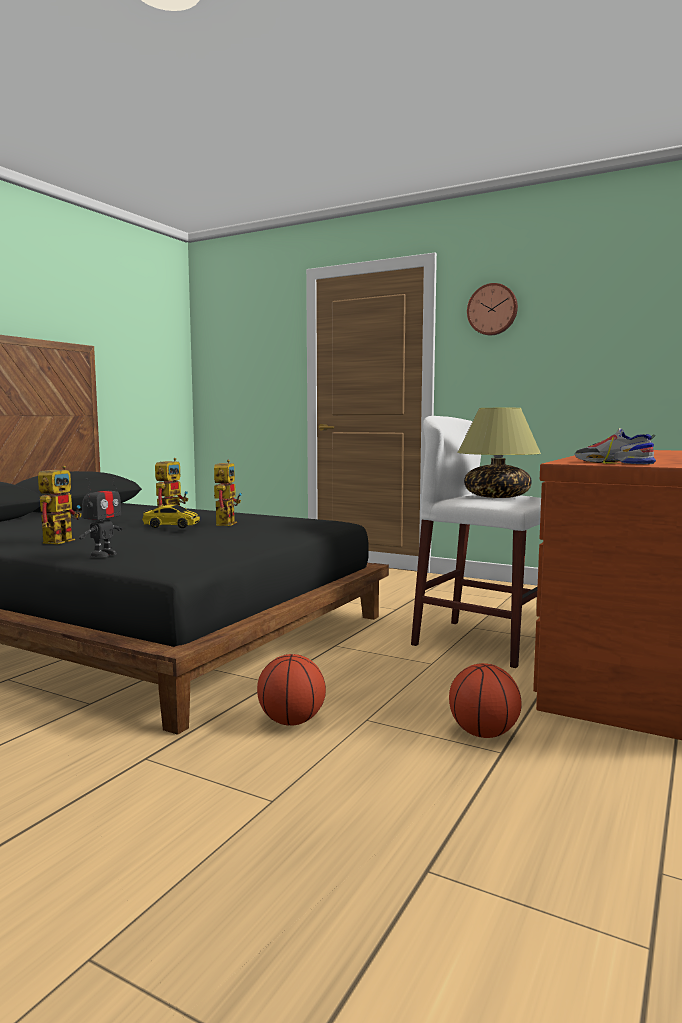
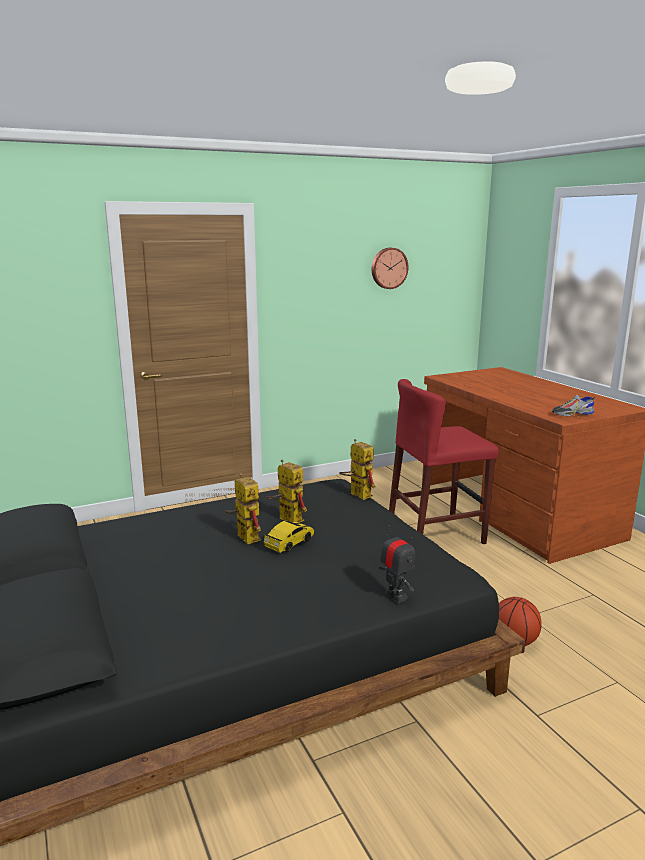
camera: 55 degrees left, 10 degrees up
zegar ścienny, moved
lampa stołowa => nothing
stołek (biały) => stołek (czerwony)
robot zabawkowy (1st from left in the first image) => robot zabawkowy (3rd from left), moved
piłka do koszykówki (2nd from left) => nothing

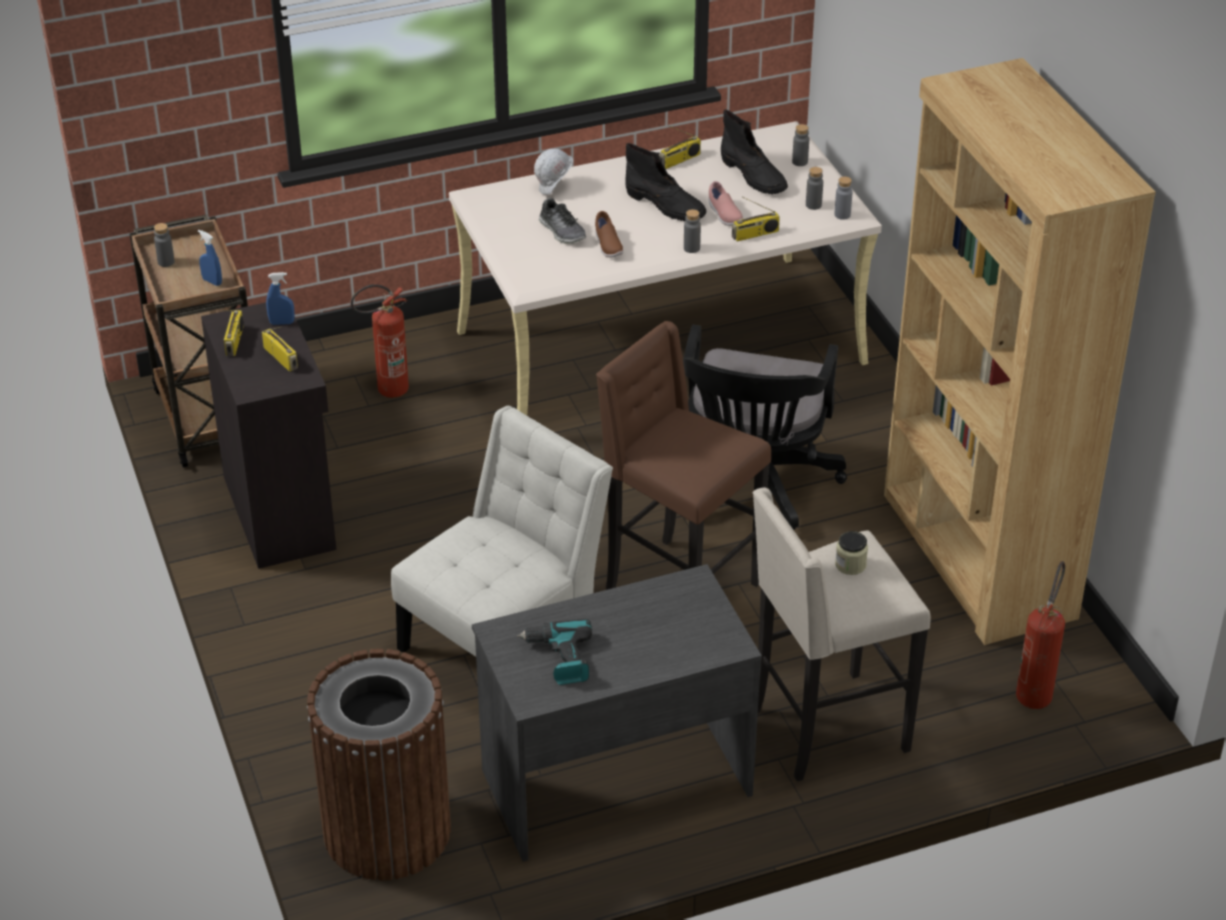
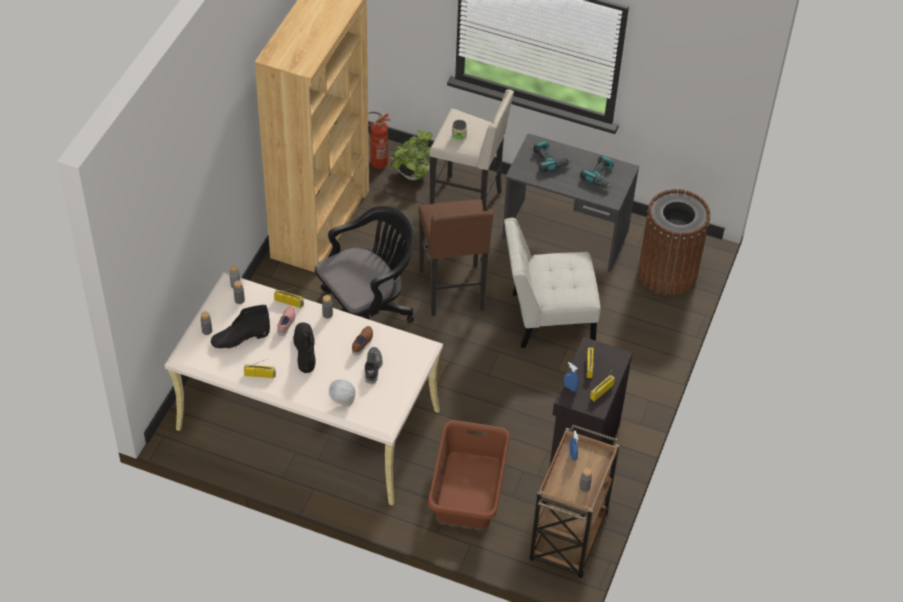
camera: 140 degrees left, 10 degrees up
but z cholewką (czarny) (2nd from left in the first image) => but z cholewką (czarny) (1st from left), 120 degrees counterclockwise
gaśnica (1st from left) => kosz na pranie (brązowy)
nothing => roślina doniczkowa
nothing => wiertarka (1st from left)

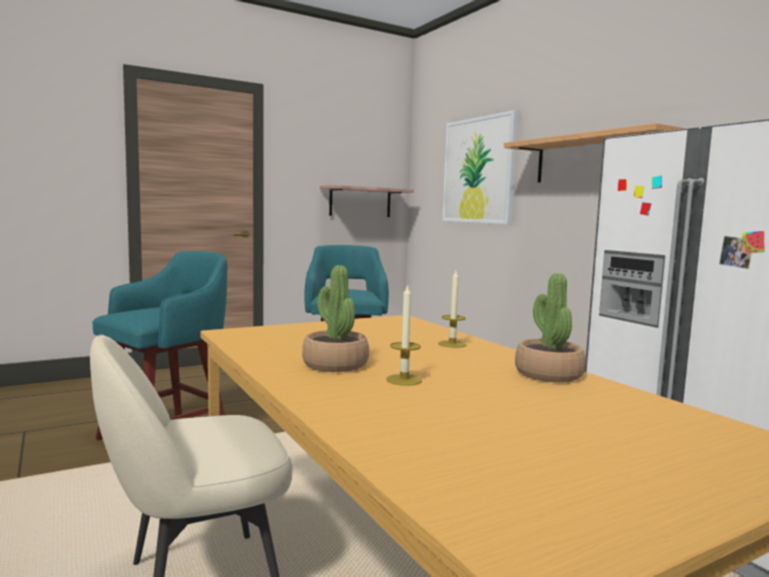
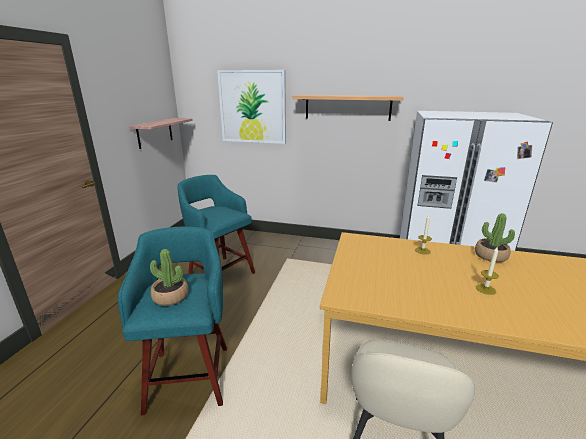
camera: 45 degrees left, 15 degrees up
roślina doniczkowa (1st from left), moved

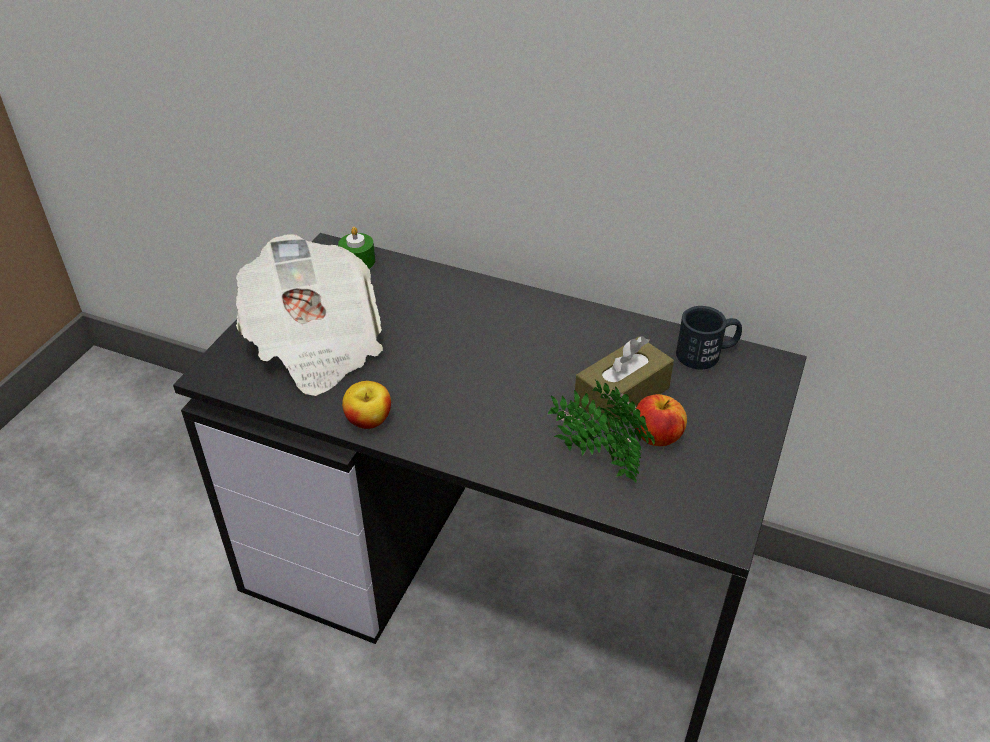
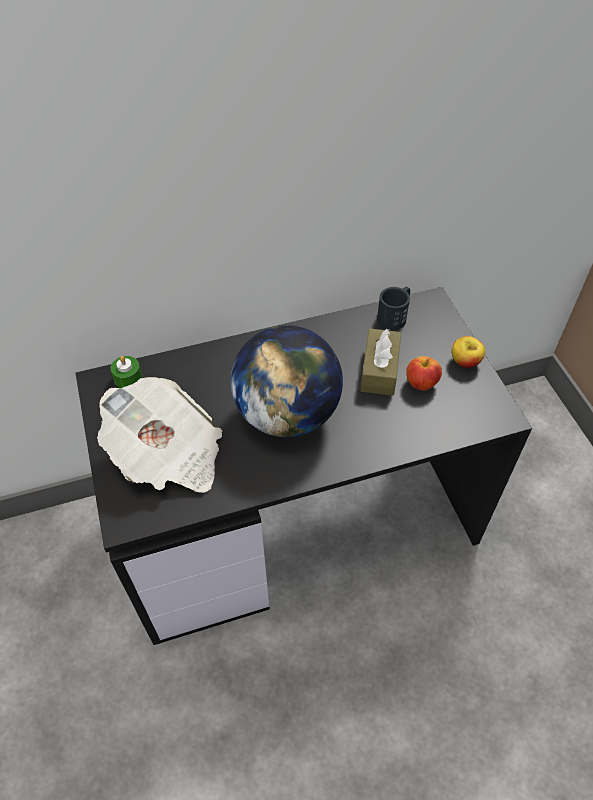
camera: 40 degrees left, 10 degrees up
roślina doniczkowa => nothing
jabłko (1st from left in the first image) => jabłko (2nd from left), moved
nothing => globus

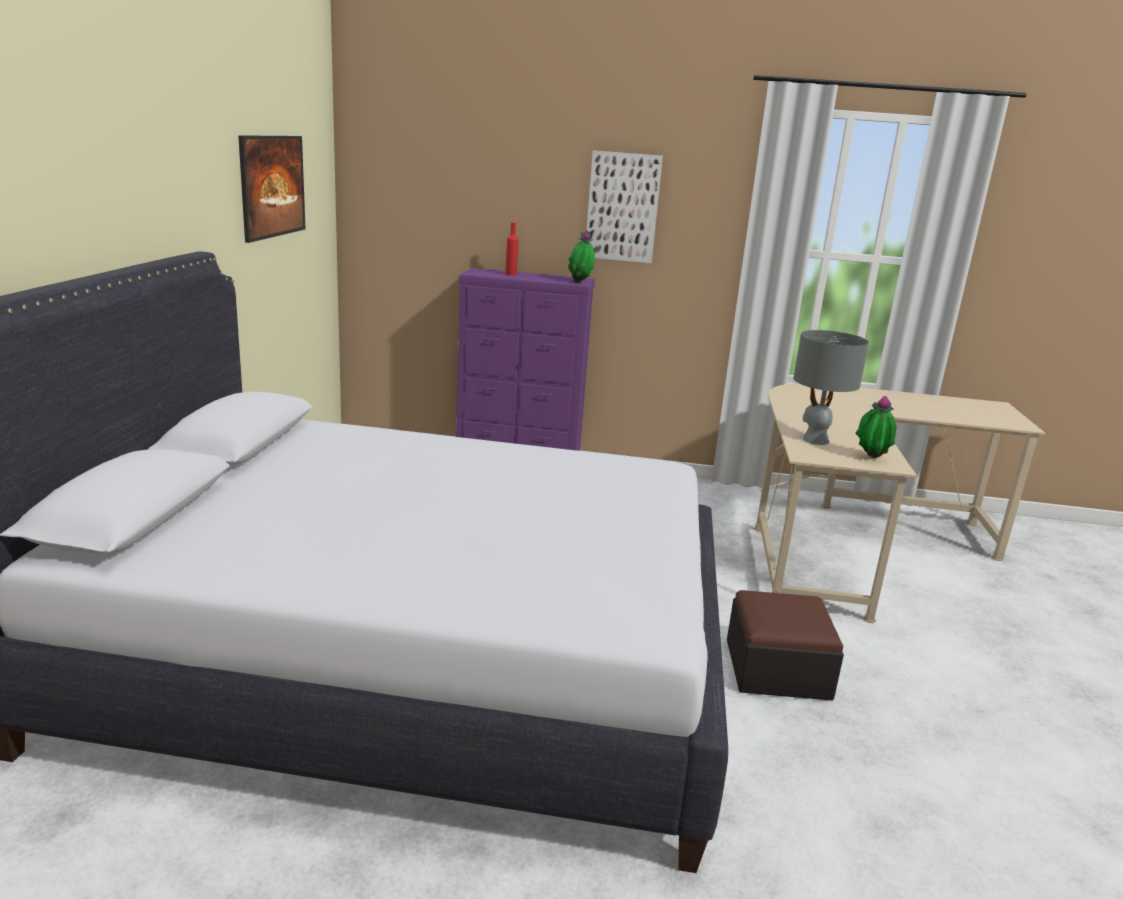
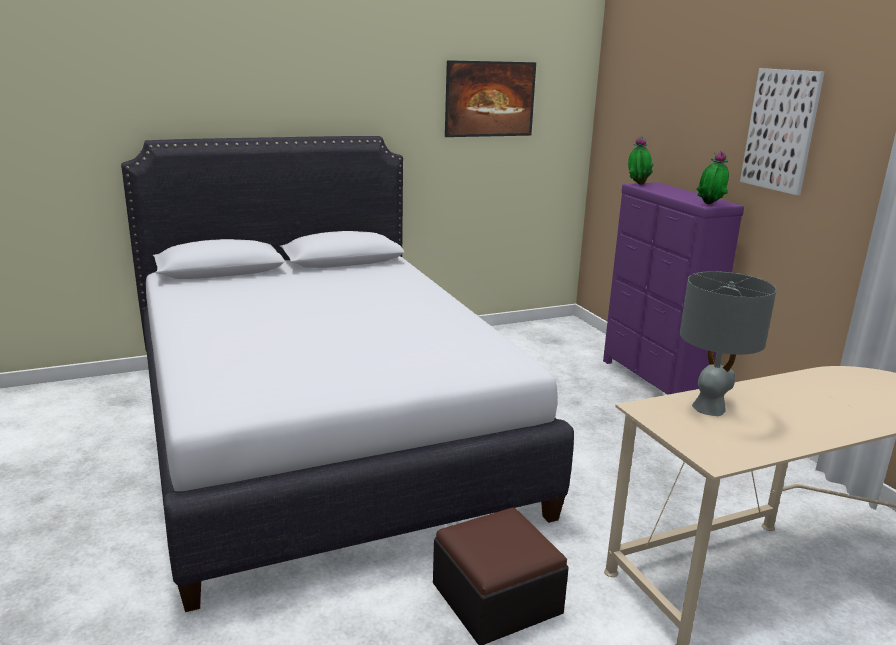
camera: 60 degrees right, 0 degrees up
butelka (czerwony) => nothing
roślina doniczkowa (2nd from left in the first image) => roślina doniczkowa (1st from left), moved

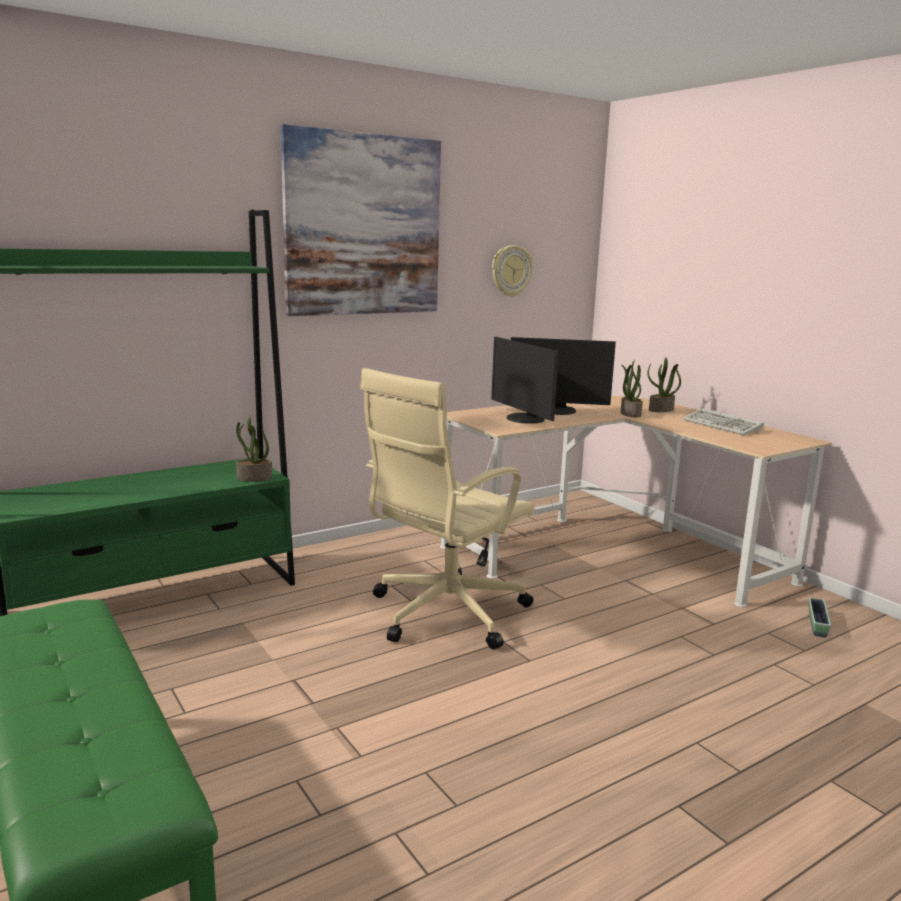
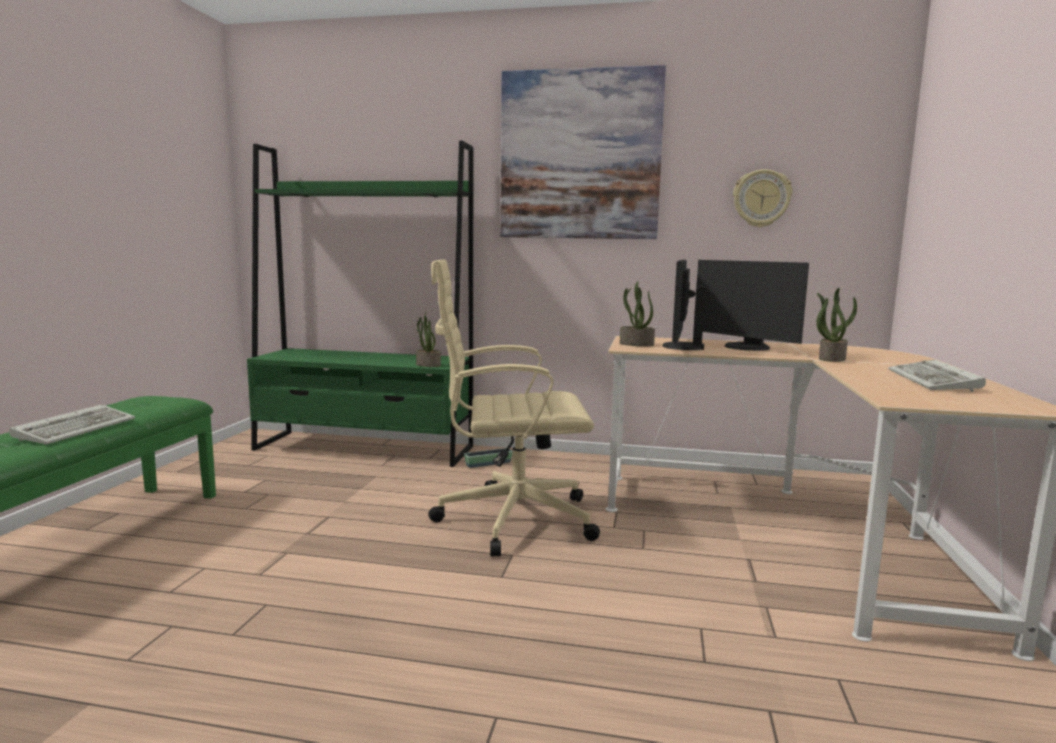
camera: 45 degrees right, 5 degrees down
roślina doniczkowa (3rd from left in the first image) => roślina doniczkowa (2nd from left), moved
donica, moved
nothing => klawiatura (1st from left)

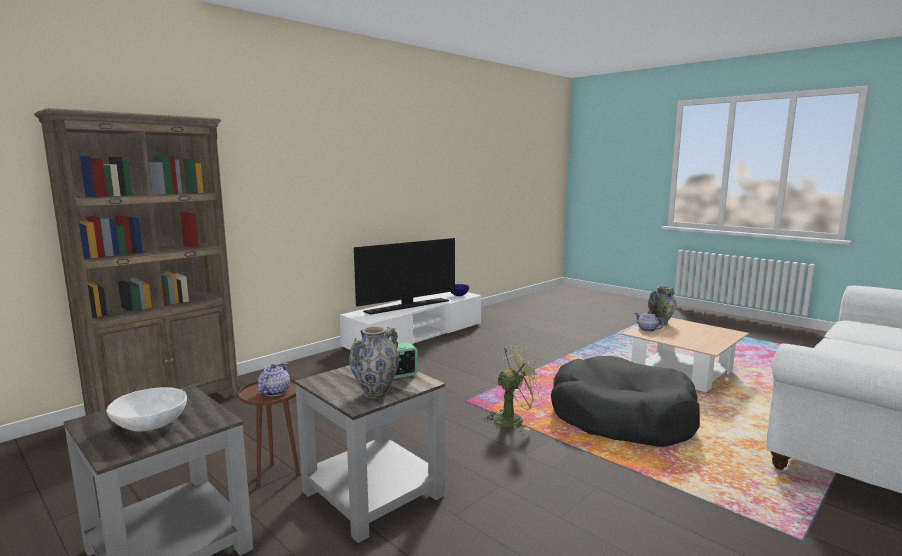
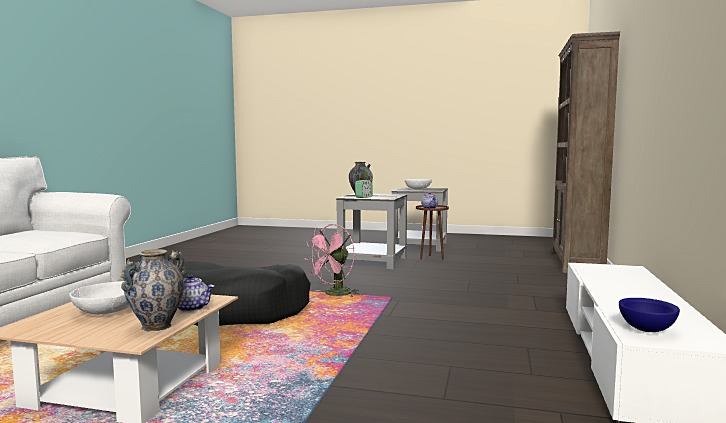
camera: 150 degrees right, 5 degrees down
telewizor => nothing
wentylator (zielony) => wentylator (różowy)
nothing => miska (biały) (1st from left)

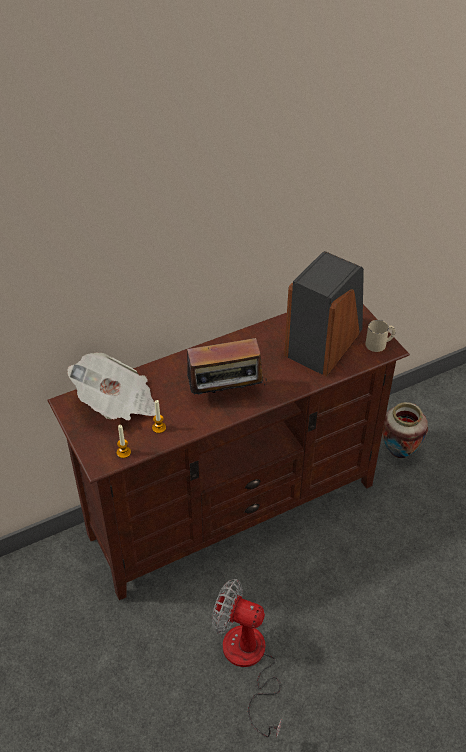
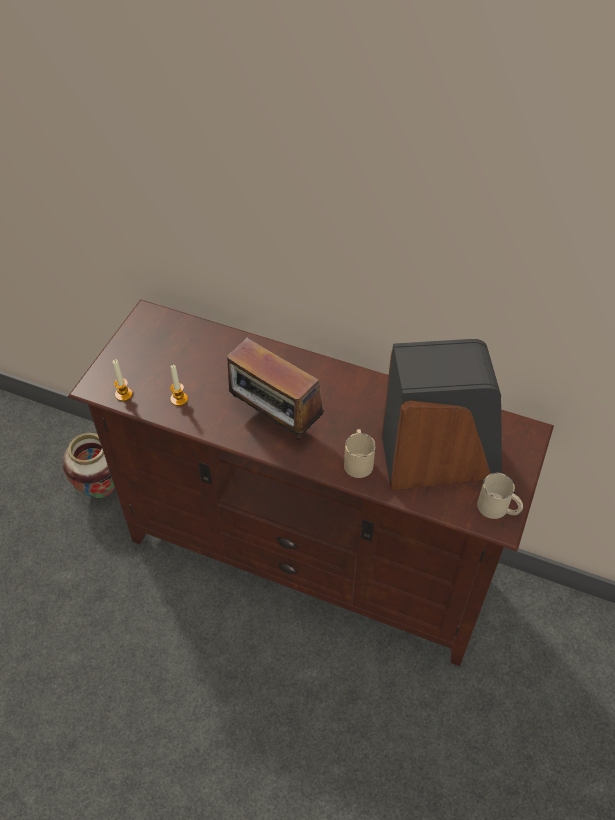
camera: 50 degrees right, 5 degrees up
gazeta => nothing
wazon, moved
wentylator => nothing
nothing => kubek (beżowy) (1st from left)

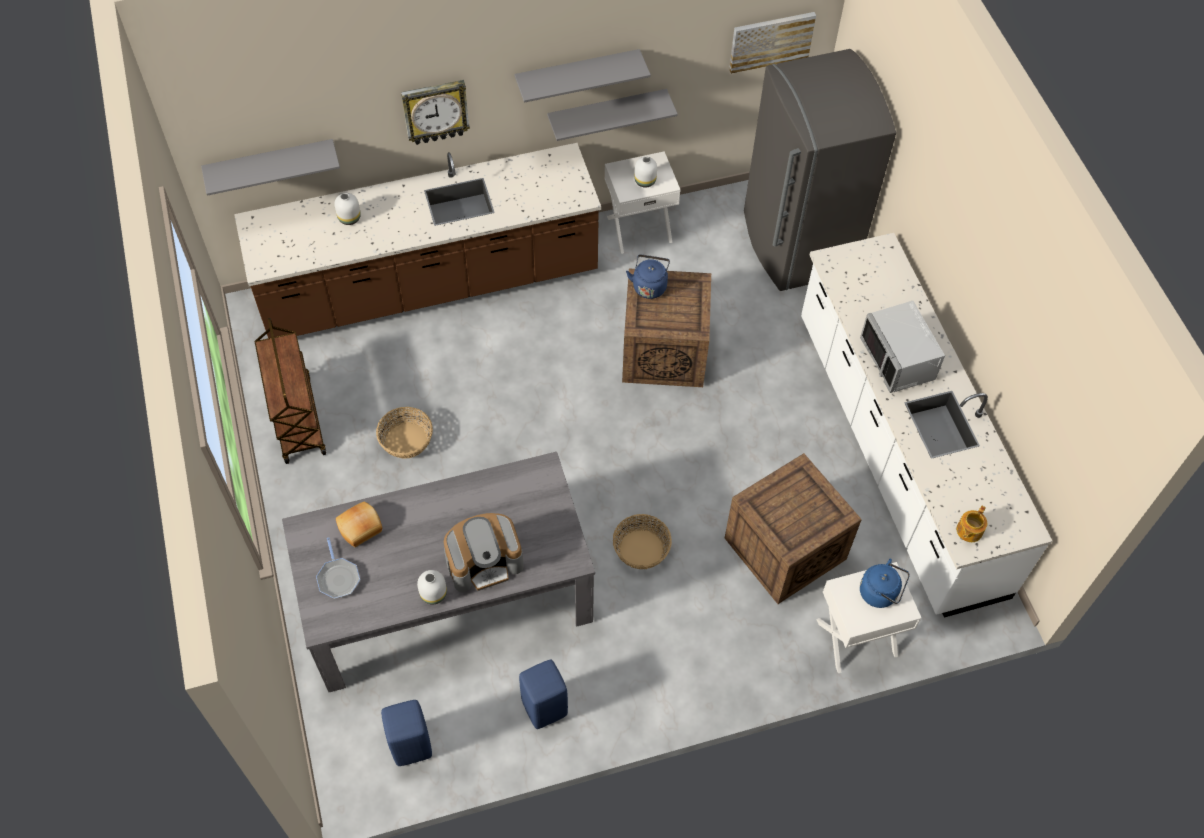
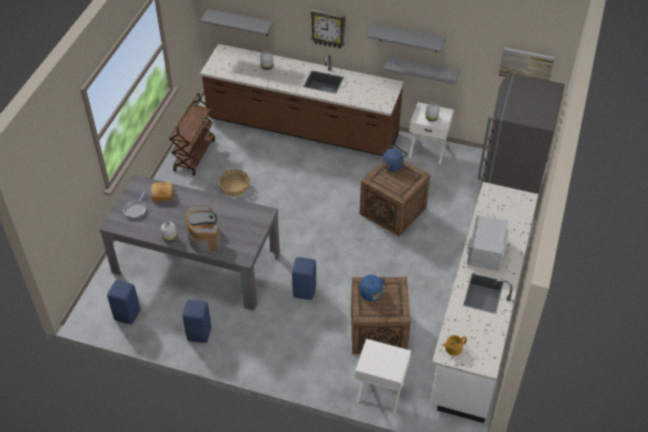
camera: 35 degrees right, 10 degrees down
ekspres do kawy, 120 degrees counterclockwise
koszyk (2nd from left) => stołek (niebieski) (3rd from left)
czajnik (niebieski) (2nd from left in the first image) => czajnik (niebieski) (1st from left), moved

